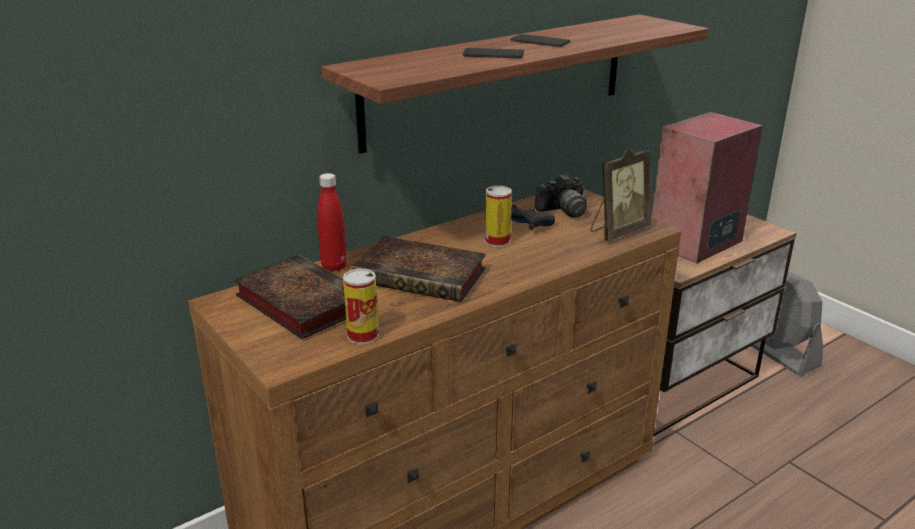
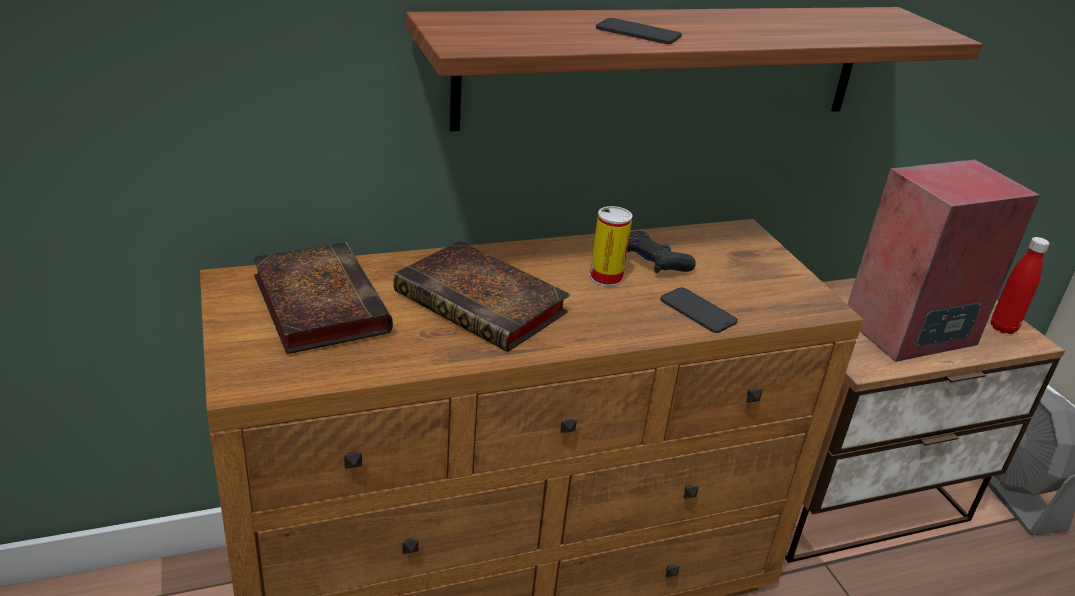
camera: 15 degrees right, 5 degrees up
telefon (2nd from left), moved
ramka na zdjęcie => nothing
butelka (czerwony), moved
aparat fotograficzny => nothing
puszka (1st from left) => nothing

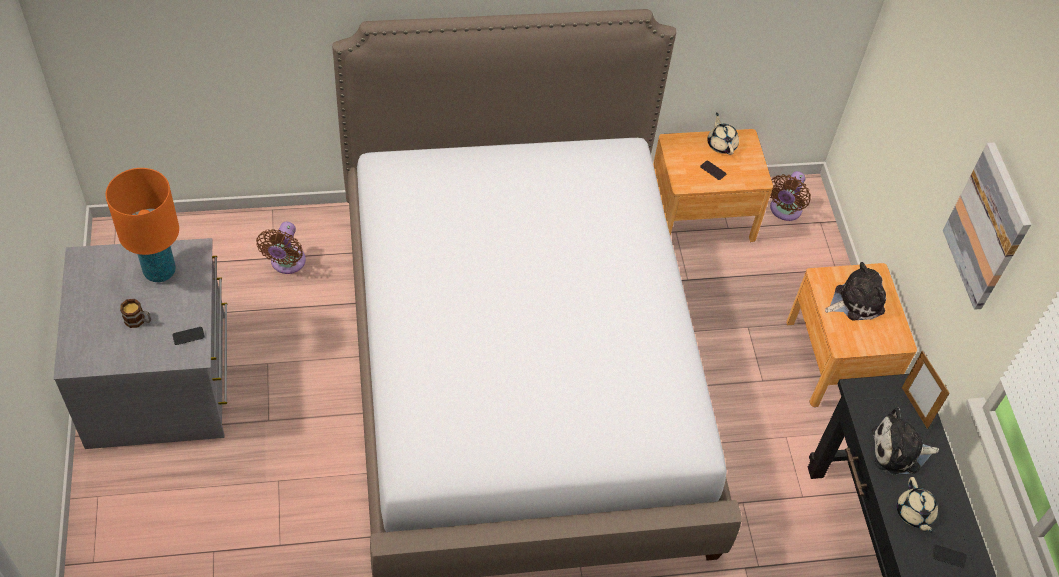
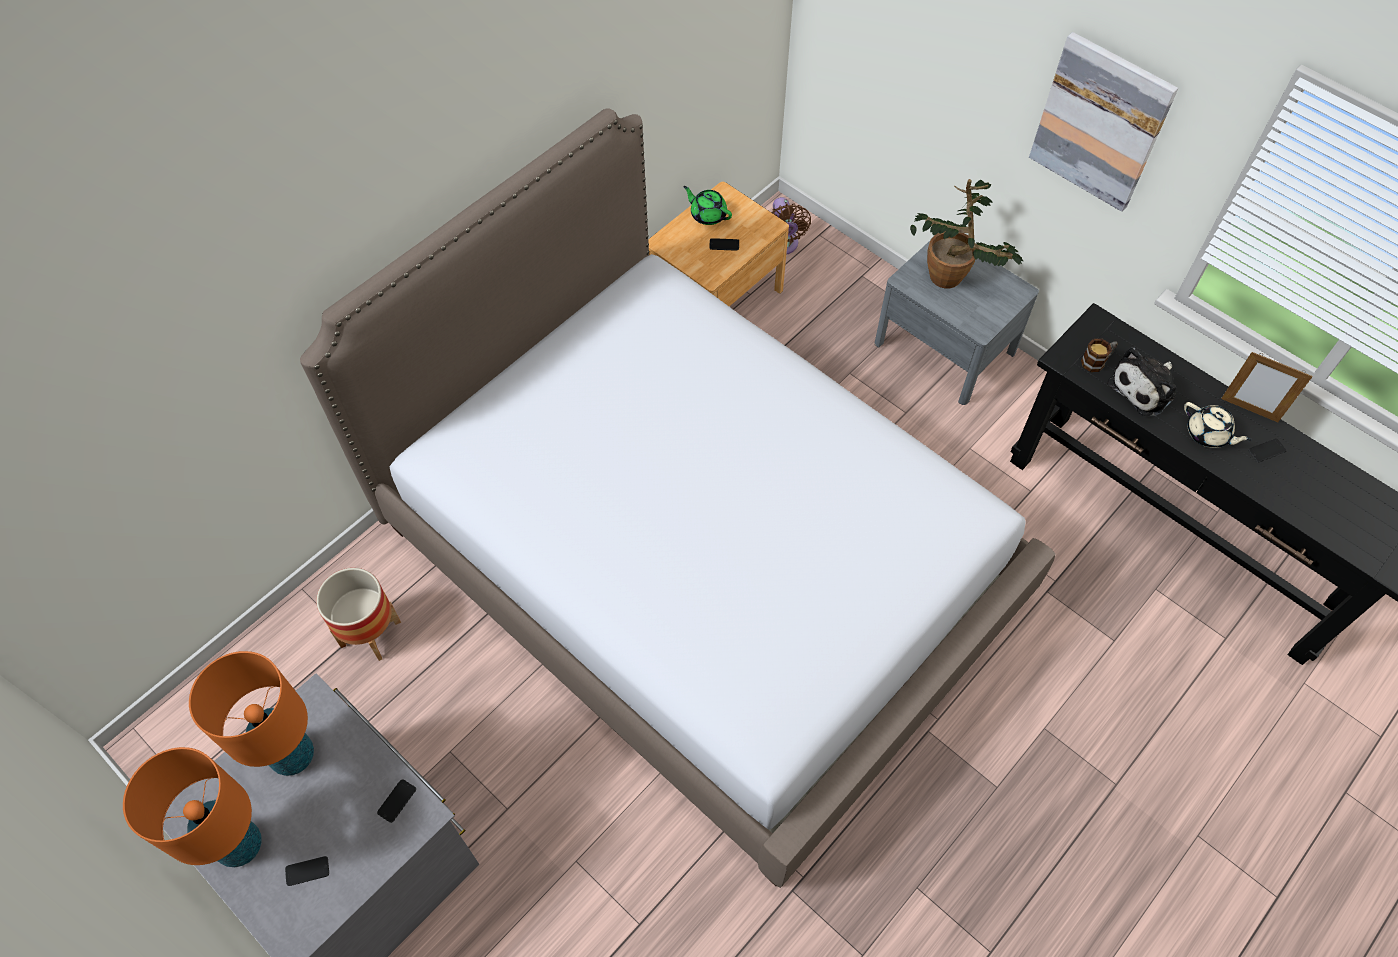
camera: 35 degrees left, 5 degrees up
imbryk (beżowy) (1st from left) => imbryk (zielony)
wentylator (brązowy) (1st from left) => donica
pluszak (1st from left) => roślina doniczkowa
szafka nocna (brązowy) (2nd from left) => szafka nocna (szary)
kubek, moved
ramka na zdjęcie, moved
nothing => lampa stołowa (pomarańczowy) (1st from left)
nothing => telefon (1st from left)

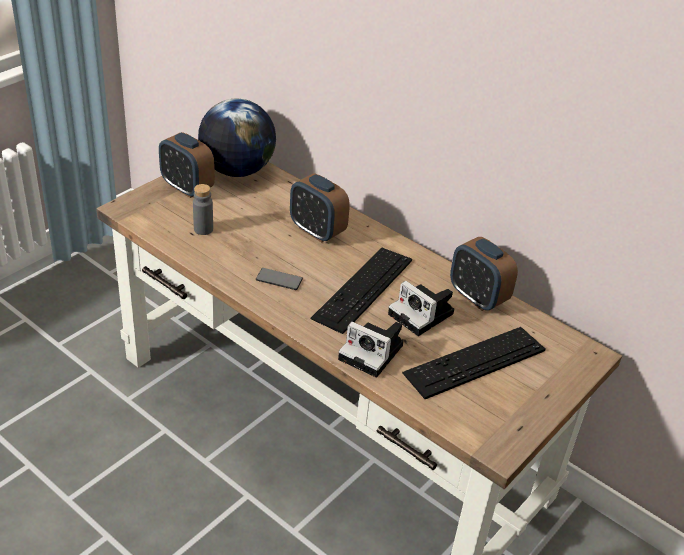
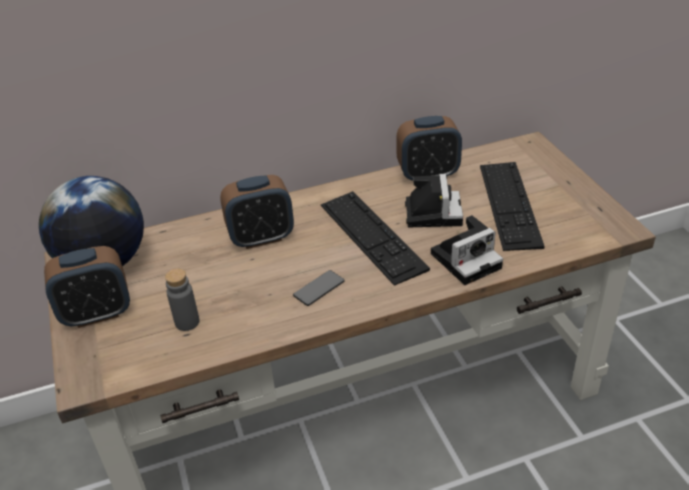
camera: 55 degrees left, 0 degrees up
aparat fotograficzny (2nd from left in the first image) => aparat fotograficzny (1st from left), 75 degrees counterclockwise

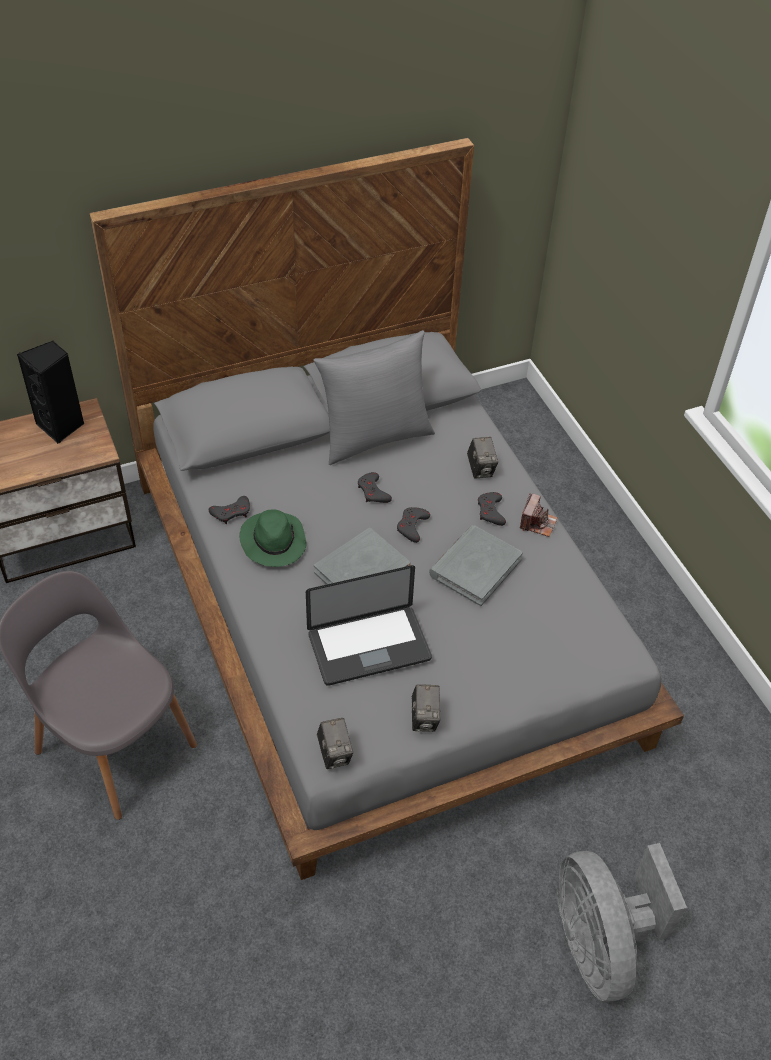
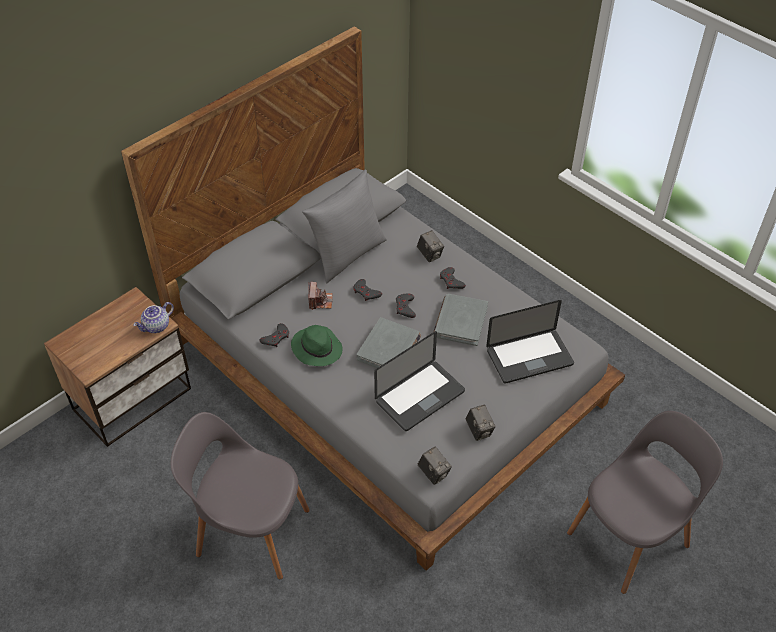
camera: 20 degrees left, 0 degrees up
głośnik (czarny) => nothing
aparat fotograficzny (4th from left in the first image) => aparat fotograficzny (1st from left), moved
wentylator (szary) => krzesło (szary) (2nd from left)
nothing => laptop (2nd from left)
nothing => imbryk

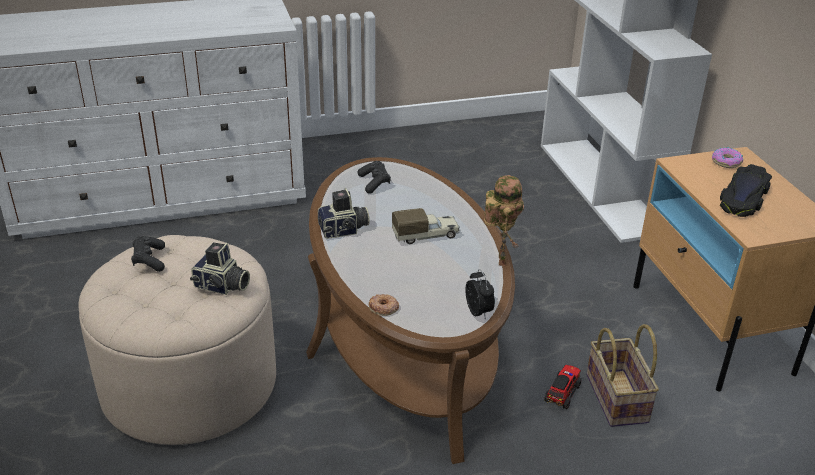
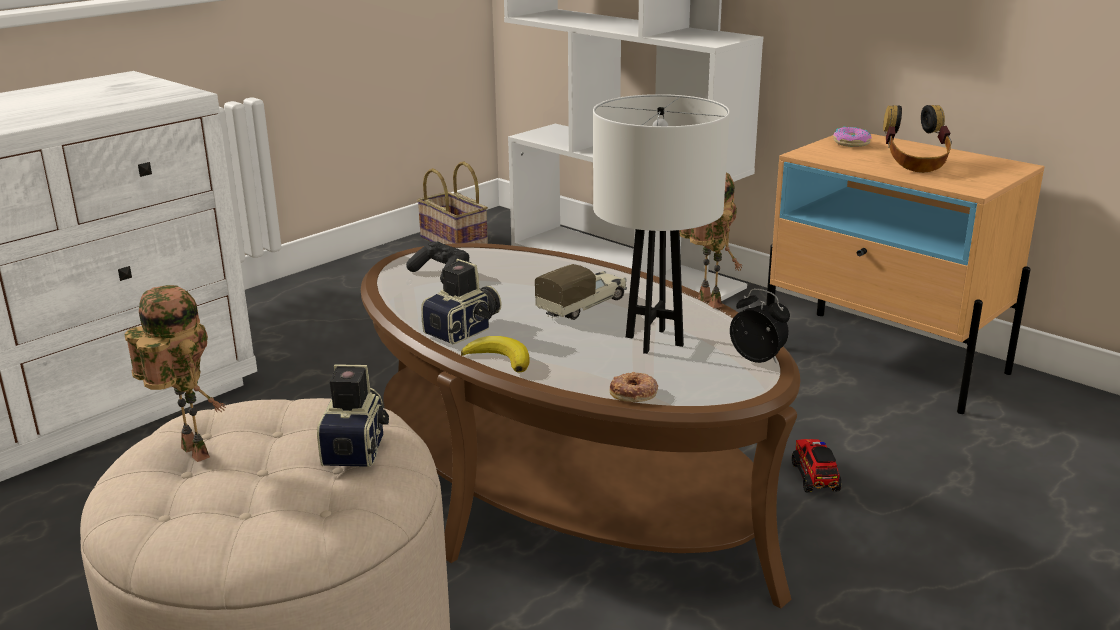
camera: 30 degrees left, 10 degrees down
samochodzik (czarny) => słuchawki
pad do gier (czarny) (1st from left) => robot zabawkowy (1st from left)
aparat fotograficzny (1st from left), 75 degrees counterclockwise
koszyk, moved
nothing => lampa stołowa (biały)
nothing => banan

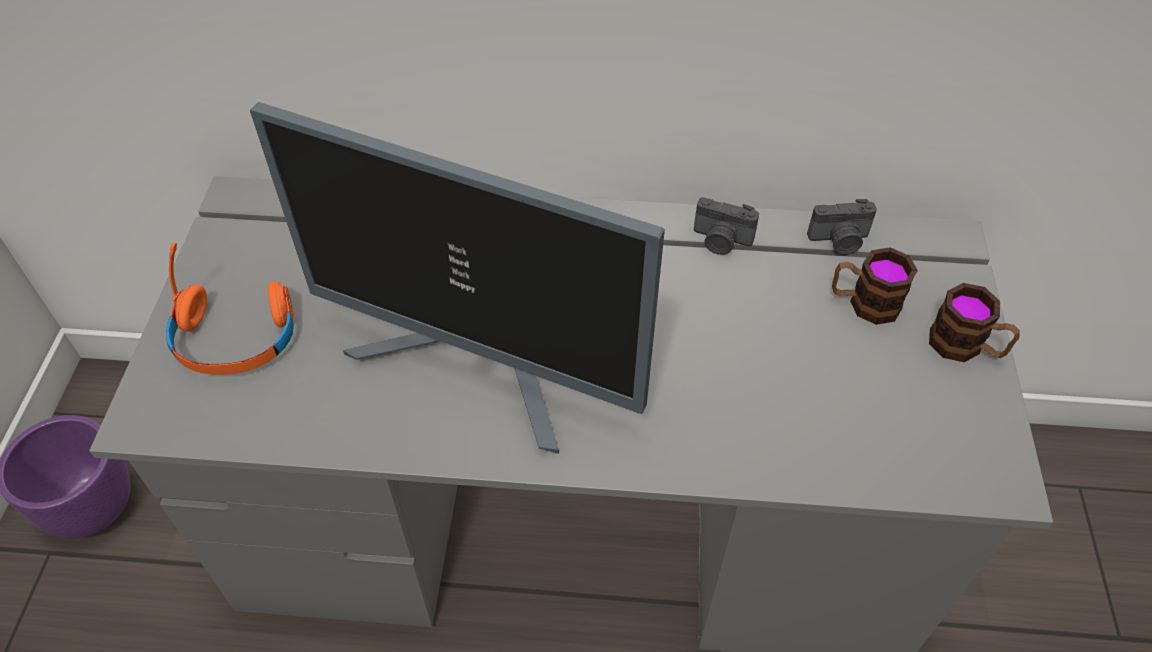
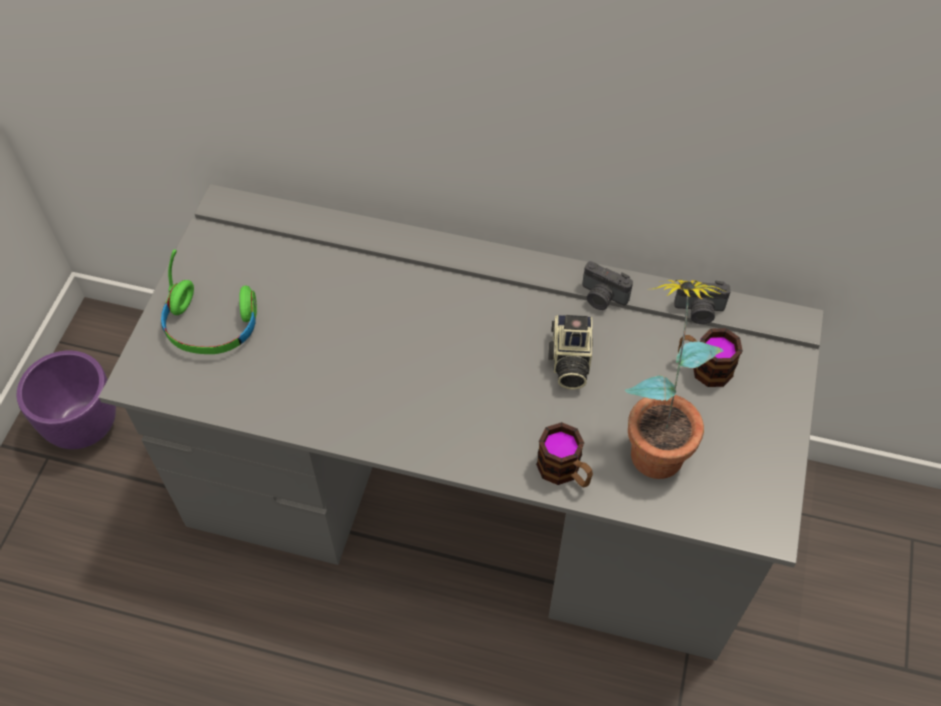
camera: 10 degrees right, 5 degrees up
monitor => nothing
słuchawki (pomarańczowy) => słuchawki (zielony)
kubek (2nd from left in the first image) => kubek (1st from left), moved
nothing => roślina doniczkowa
nothing => aparat fotograficzny (1st from left)

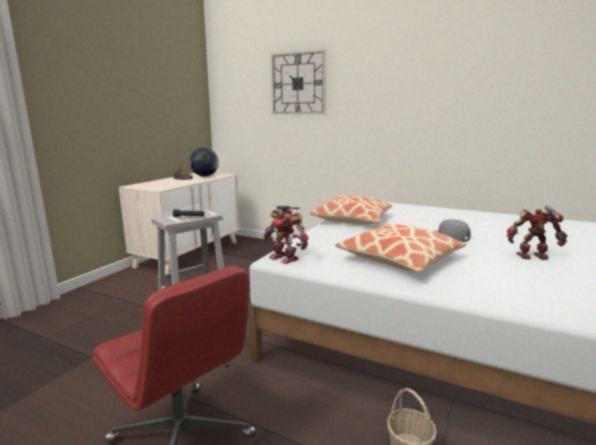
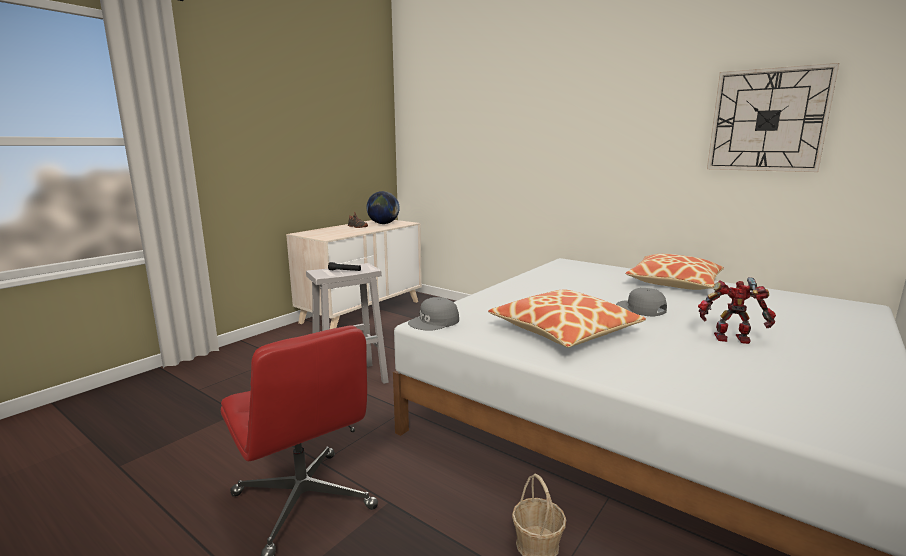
camera: 10 degrees right, 0 degrees up
zegar ścienny, moved
poduszka (1st from left in the first image) => poduszka (2nd from left), moved
robot zabawkowy (1st from left) => czapka z daszkiem (szary) (1st from left)

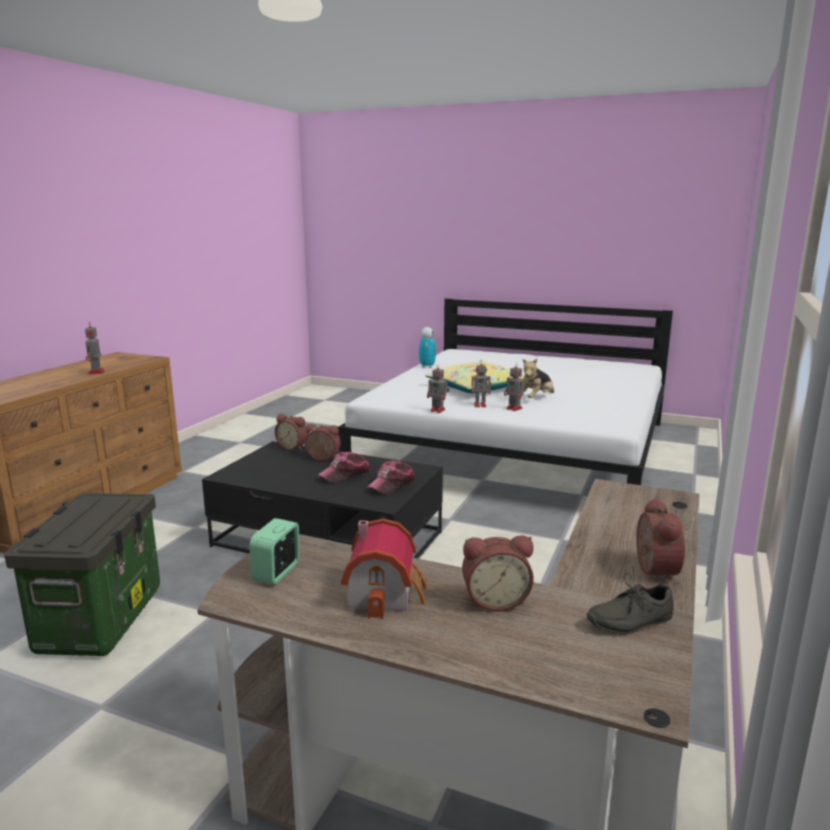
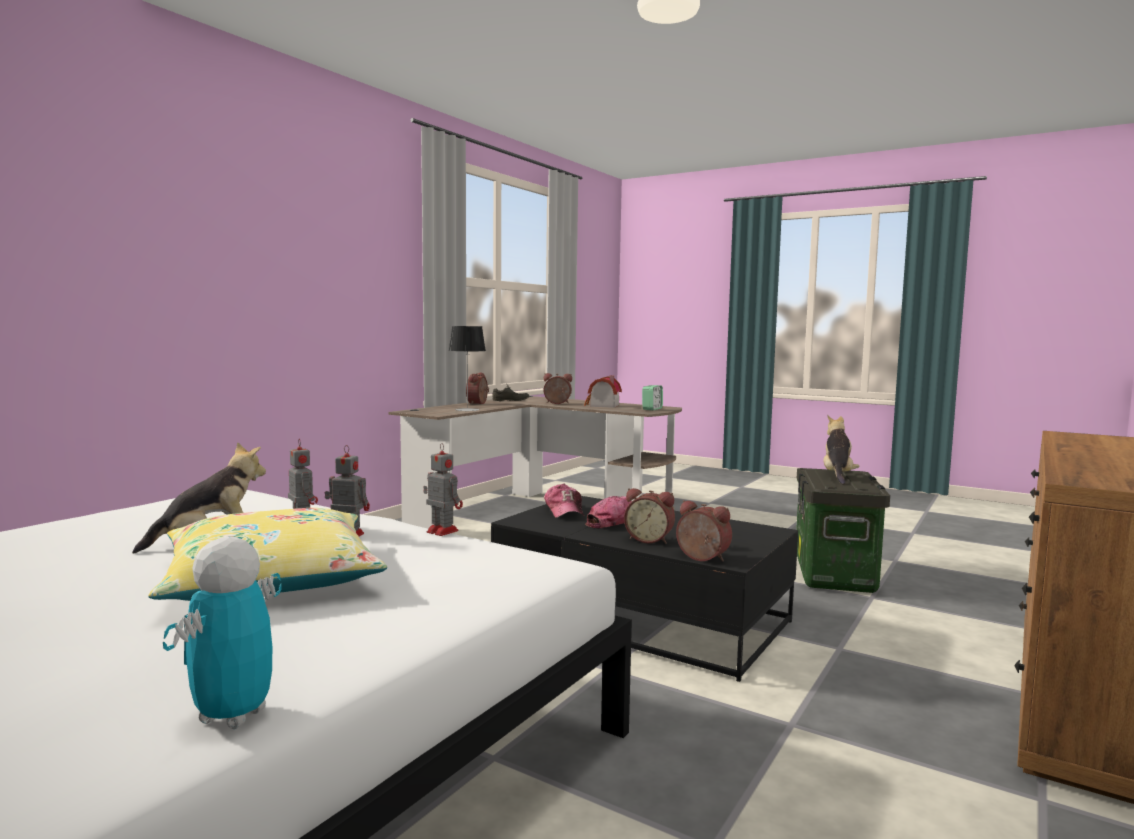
camera: 170 degrees left, 10 degrees down
robot zabawkowy (1st from left) => nothing
czapka z daszkiem (2nd from left in the first image) => czapka z daszkiem (1st from left), 120 degrees clockwise
nothing => lampa stołowa
nothing => pluszak (2nd from left)

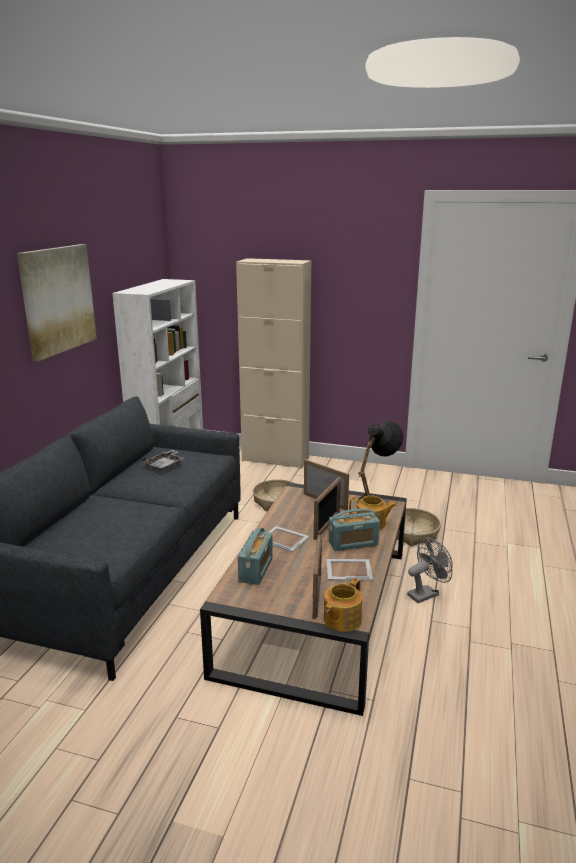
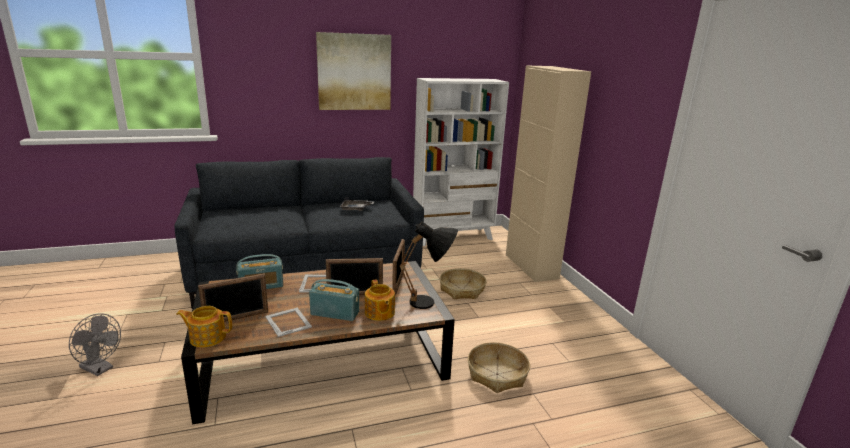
camera: 55 degrees right, 0 degrees up
radio (2nd from left), 150 degrees clockwise
wentylator (szary), moved

